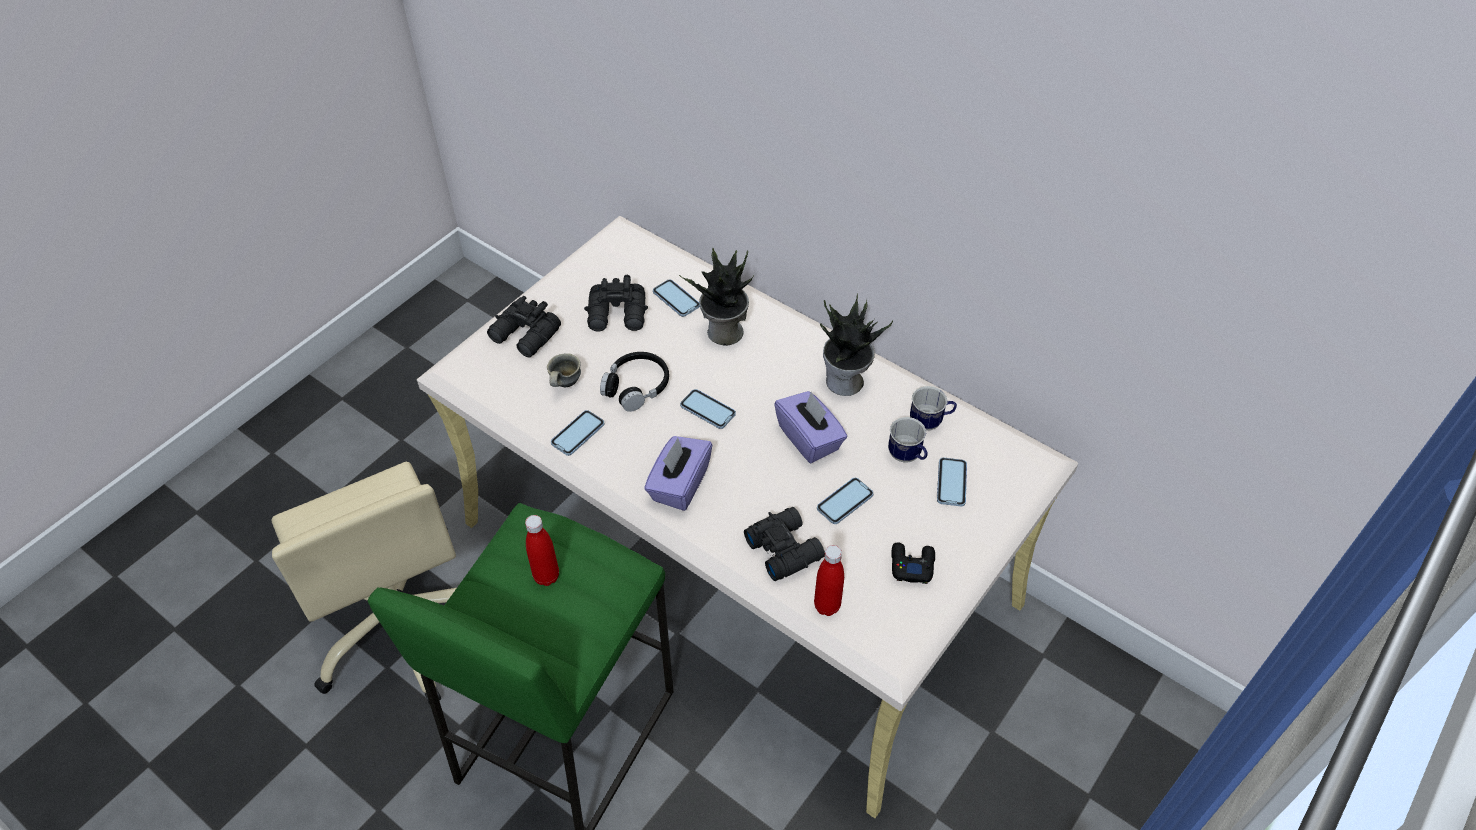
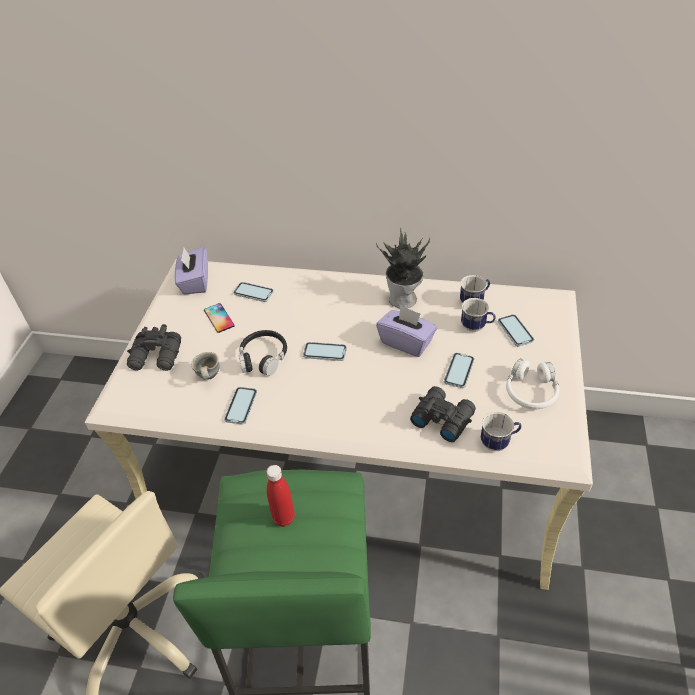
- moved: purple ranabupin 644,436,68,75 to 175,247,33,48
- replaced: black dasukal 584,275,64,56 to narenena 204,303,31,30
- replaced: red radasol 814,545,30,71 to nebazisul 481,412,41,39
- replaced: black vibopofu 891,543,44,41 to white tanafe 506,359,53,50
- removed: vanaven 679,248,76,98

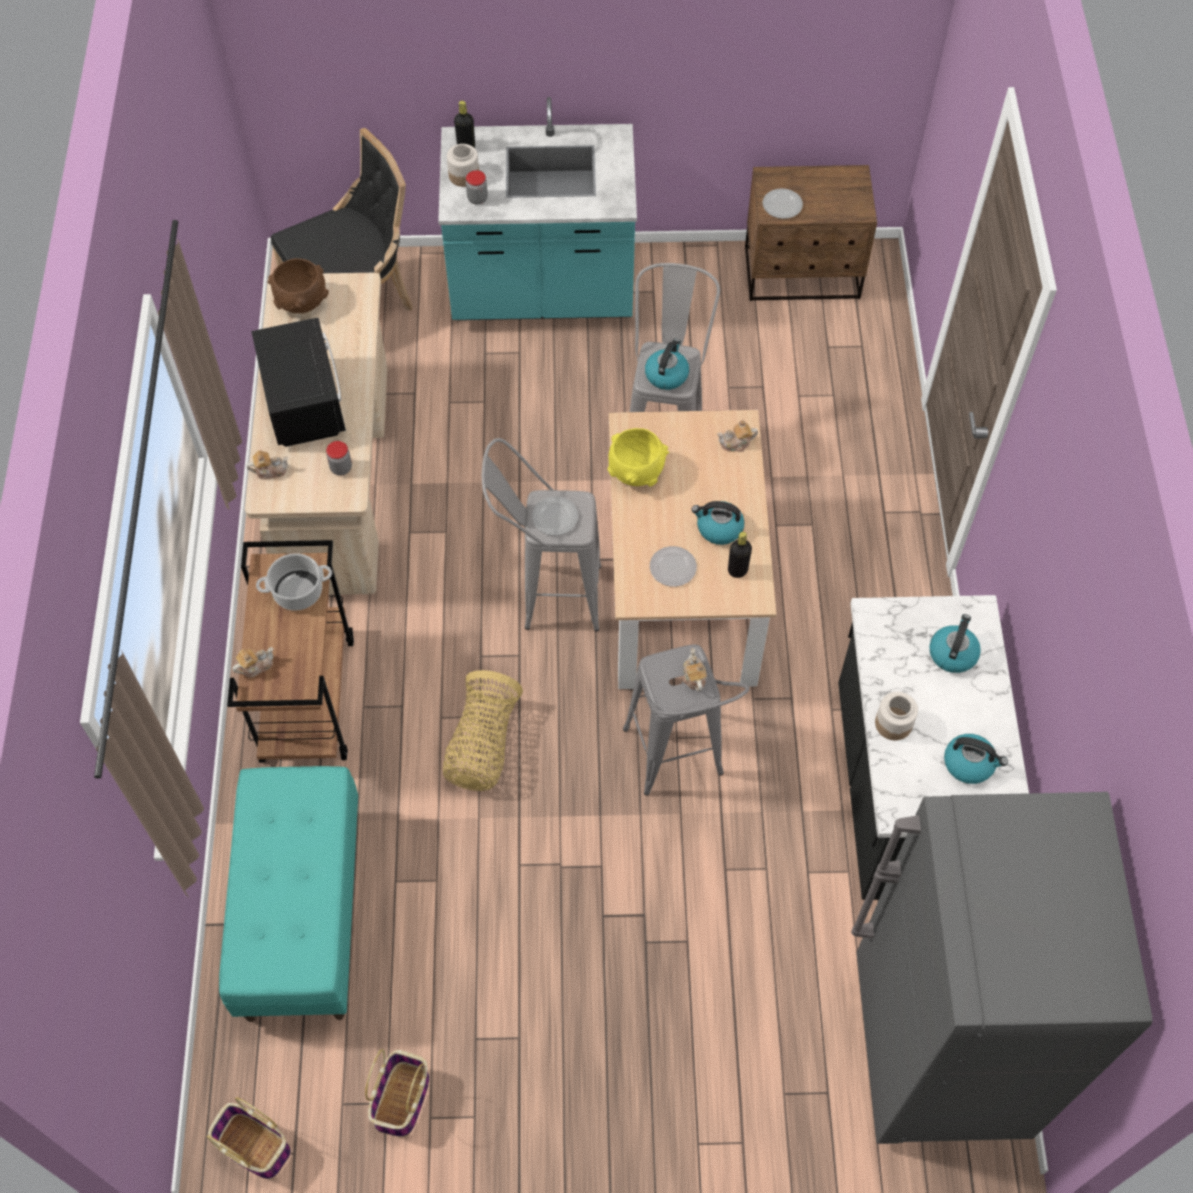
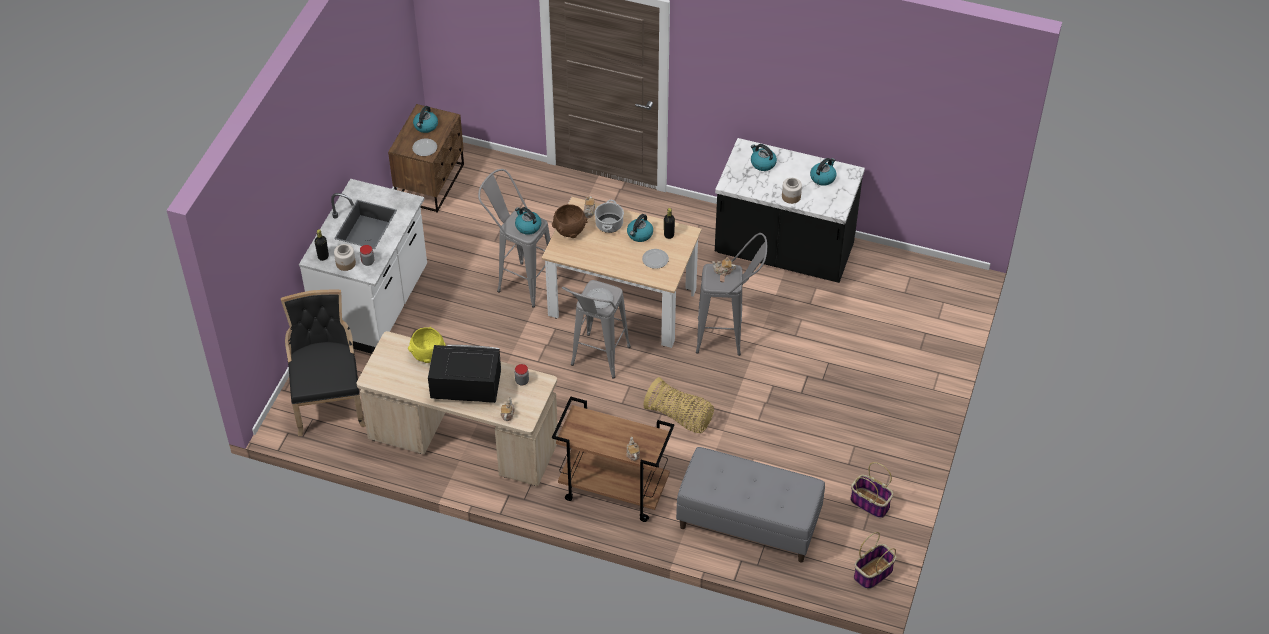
- recoloured: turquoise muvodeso 438,97,199,223 to white muvodeso 299,179,128,175
- moved: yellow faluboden 607,428,62,59 to 408,327,37,36
- added: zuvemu 413,106,25,27
- moved: brown faluboden 268,258,61,56 to 552,204,36,34
- moved: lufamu 256,553,76,58 to 595,200,29,33
- recoloured: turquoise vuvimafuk 219,766,139,256 to grey vuvimafuk 676,447,149,116
- removed: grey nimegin 851,792,301,352

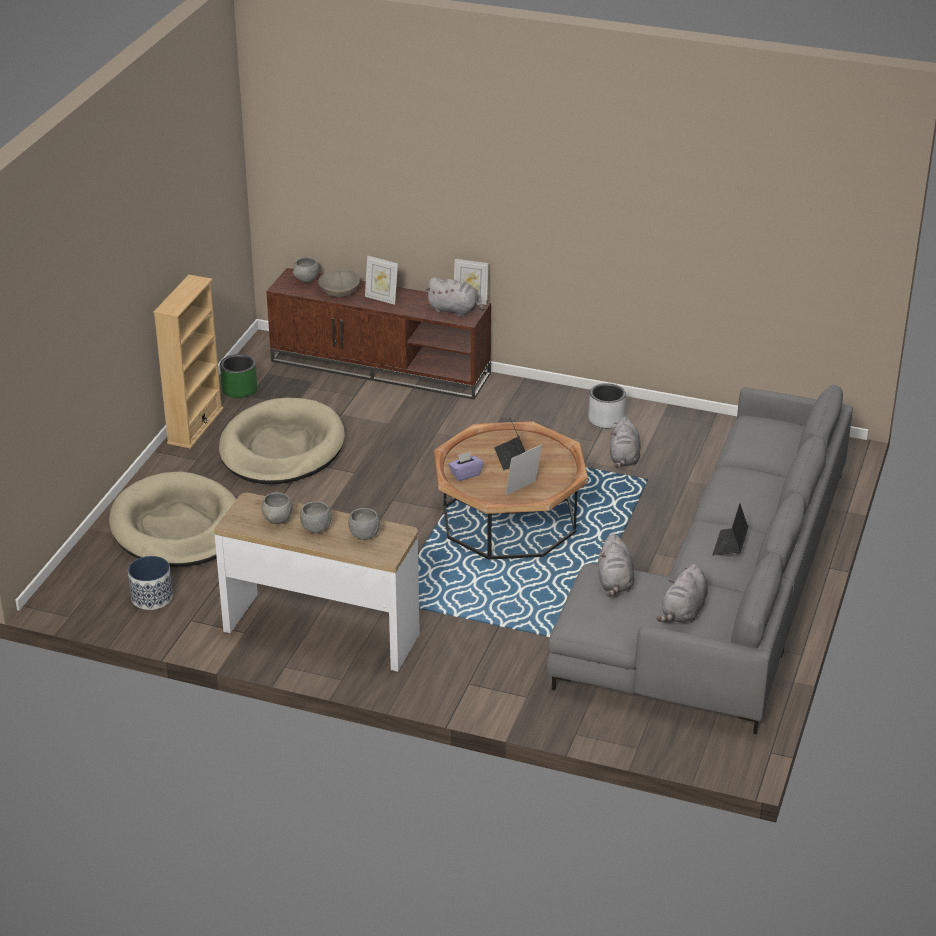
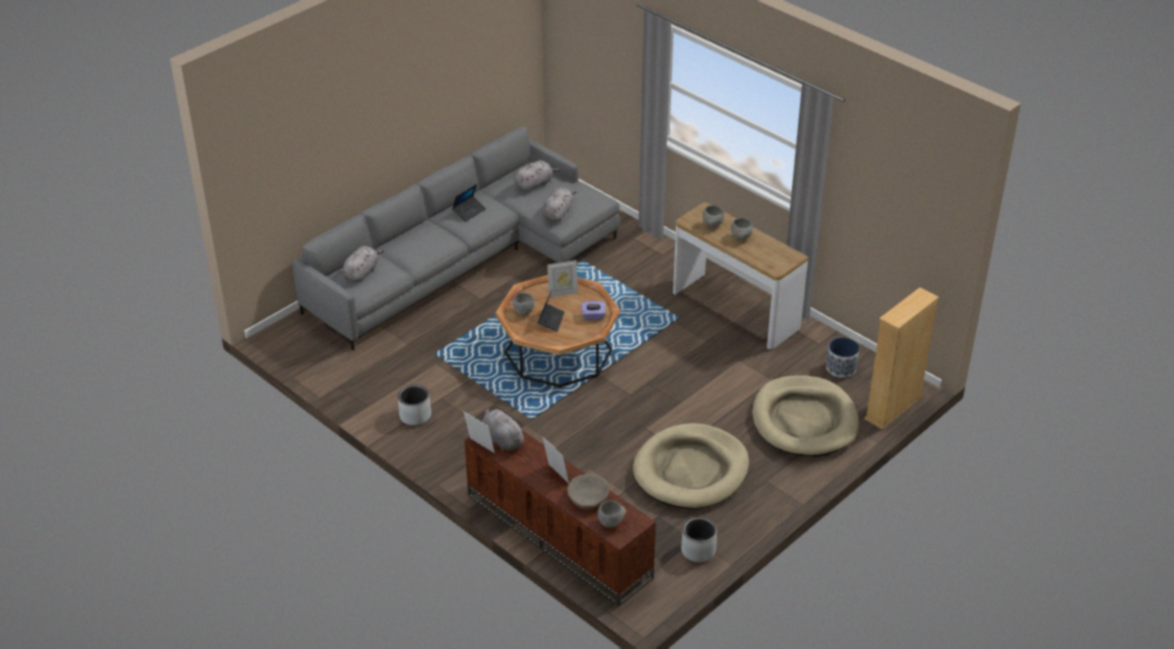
- moved: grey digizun 610,417,31,51 to 342,246,42,36
- moved: grey faluboden 261,492,32,32 to 513,292,22,23
- recoloured: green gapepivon 220,354,37,44 to grey gapepivon 681,517,36,45
- moved: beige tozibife 153,275,71,174 to 864,287,75,143

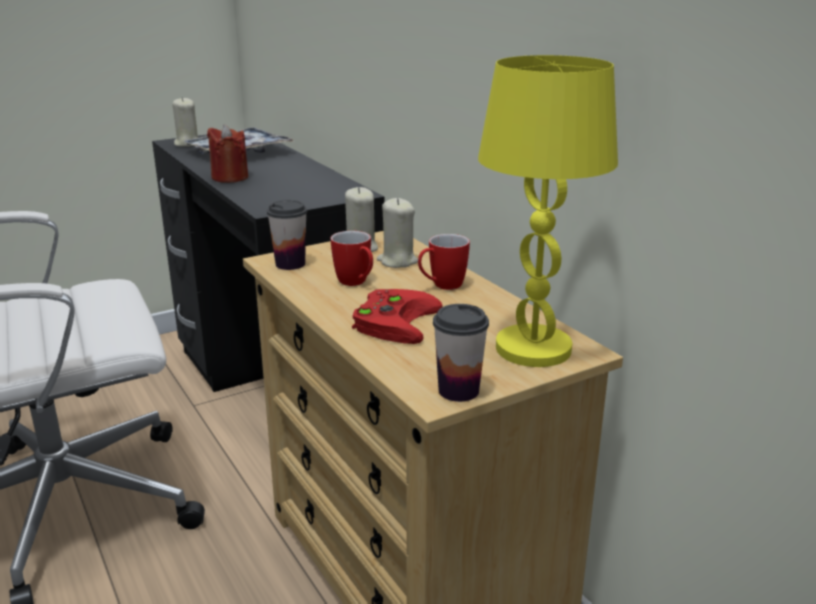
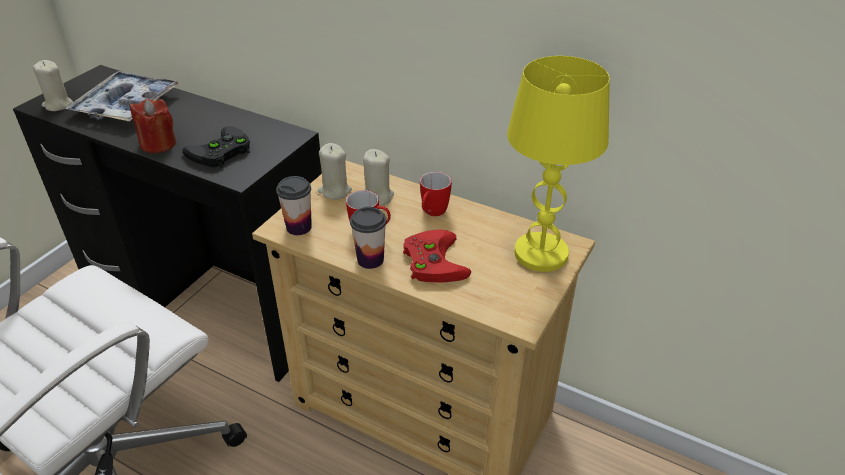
- added: black vibopofu 183,126,67,42
- moved: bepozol 433,304,56,98 to 350,207,37,62

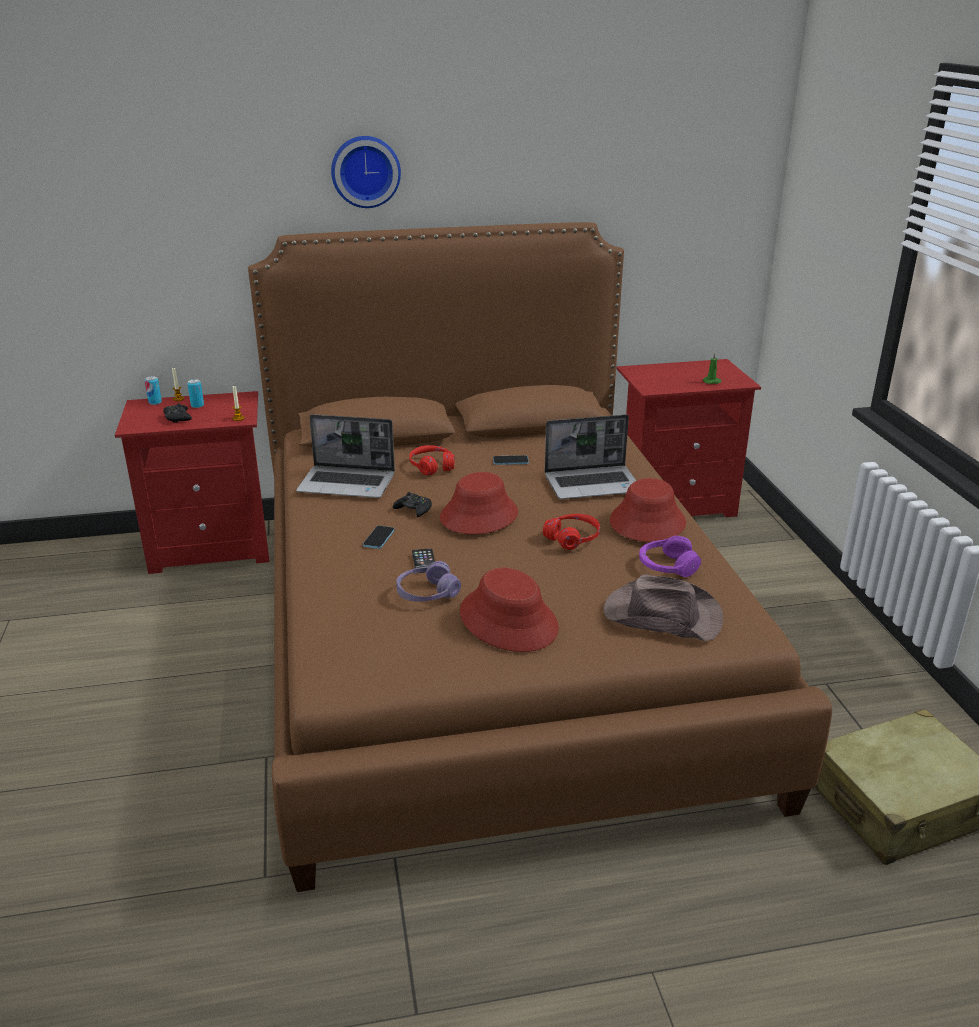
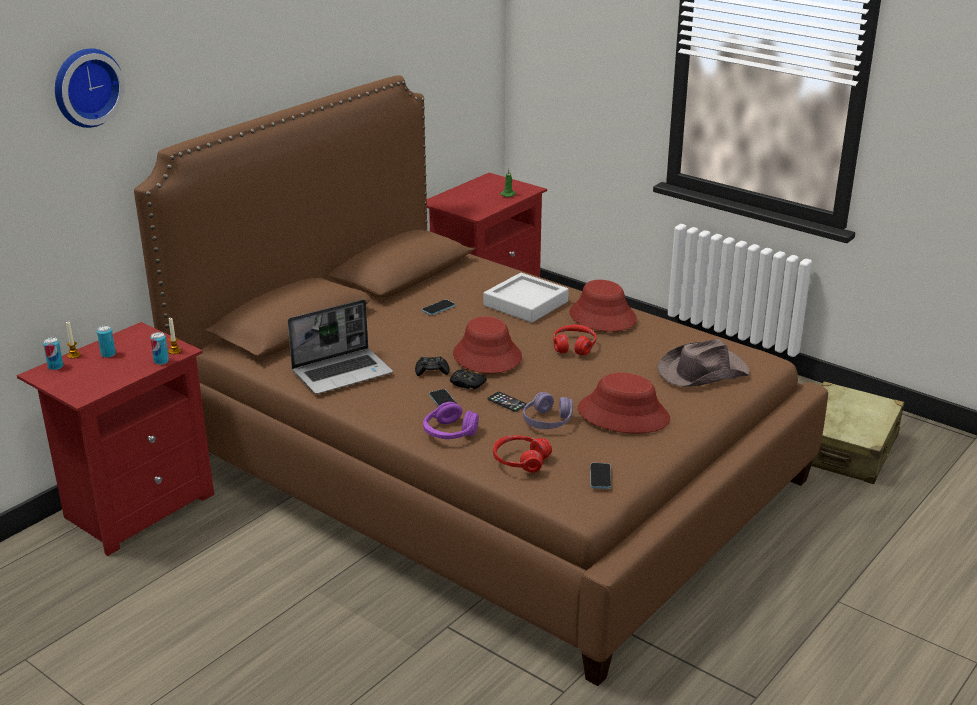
- moved: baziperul 331,136,70,72 to 55,48,70,80
- added: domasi 150,332,19,33
- moved: purple tanafe 639,536,62,41 to 423,402,56,37
- moved: black vibopofu 163,403,29,20 to 450,369,37,21
- replaced: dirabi 545,415,91,84 to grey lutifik 484,273,85,50
- moved: red tanafe 409,445,45,30 to 493,435,59,38
- added: narenena 590,463,21,26

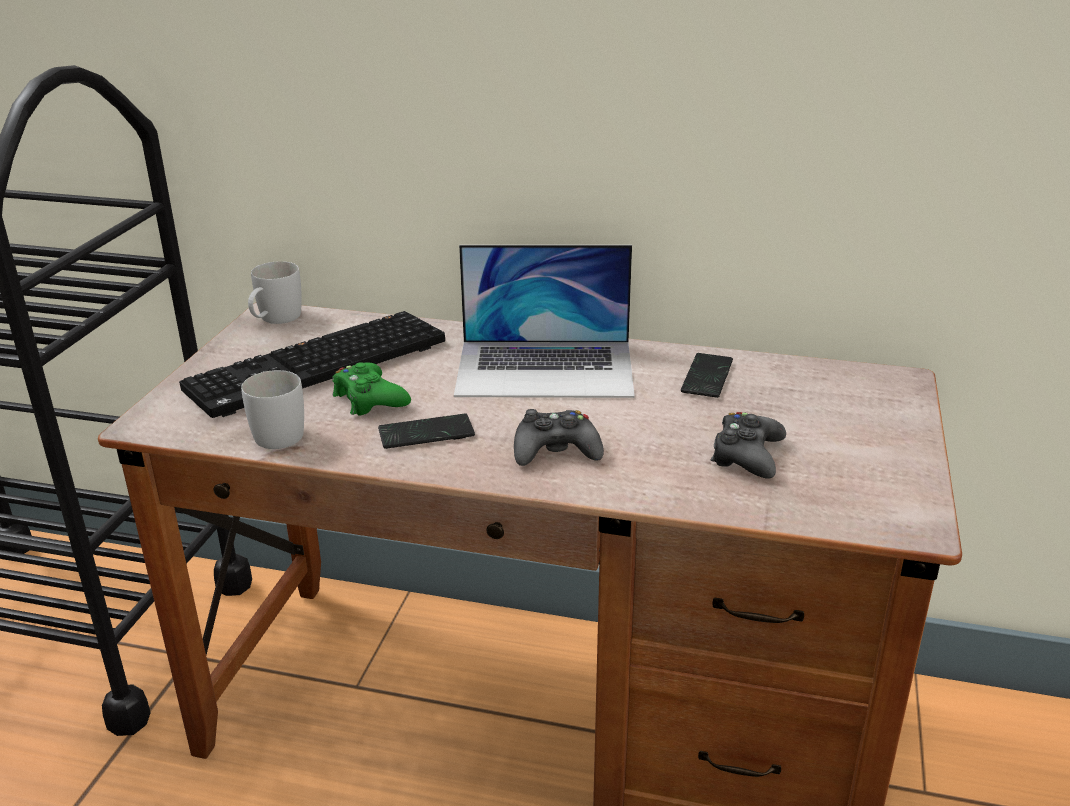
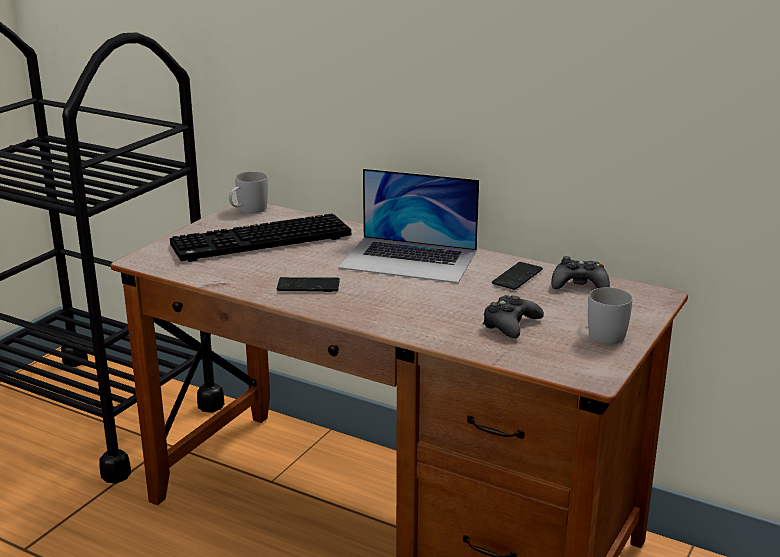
- moved: black vibopofu 514,409,90,57 to 551,256,59,33
- moved: white nebazisul 241,370,63,79 to 588,287,44,57
- removed: green vibopofu 332,362,79,54

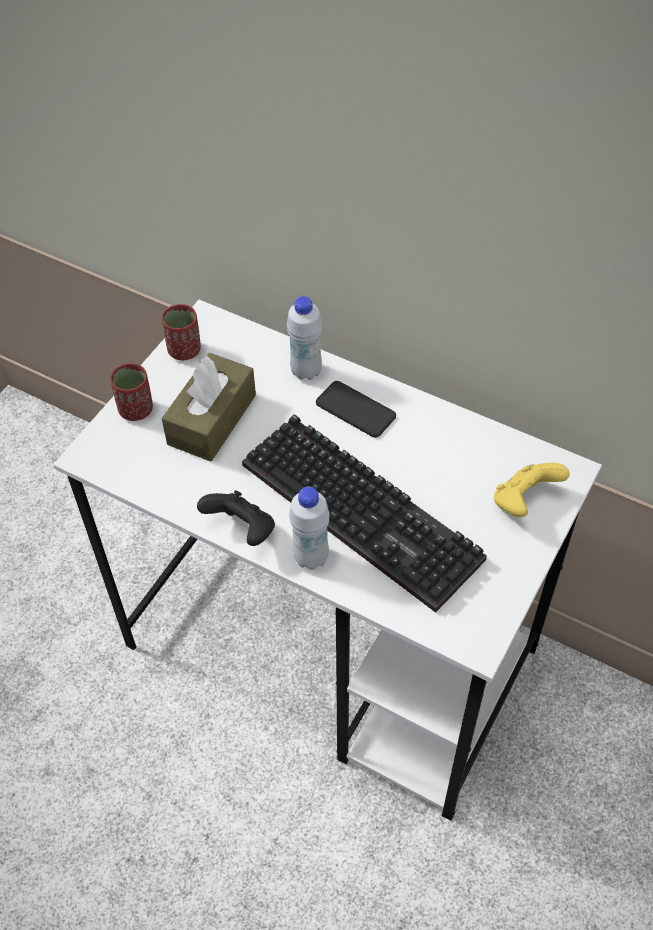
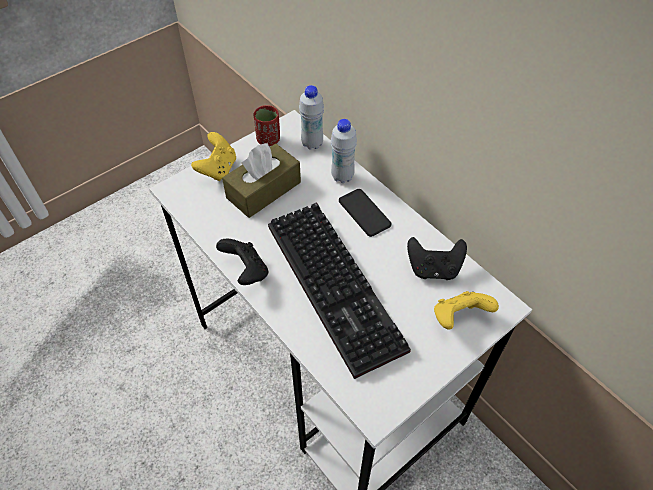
- replaced: red bepozol 110,363,43,58 to yellow vibopofu 191,132,45,49
- moved: white radasol 289,487,41,83 to 299,85,25,65
- added: black vibopofu 407,237,60,43

